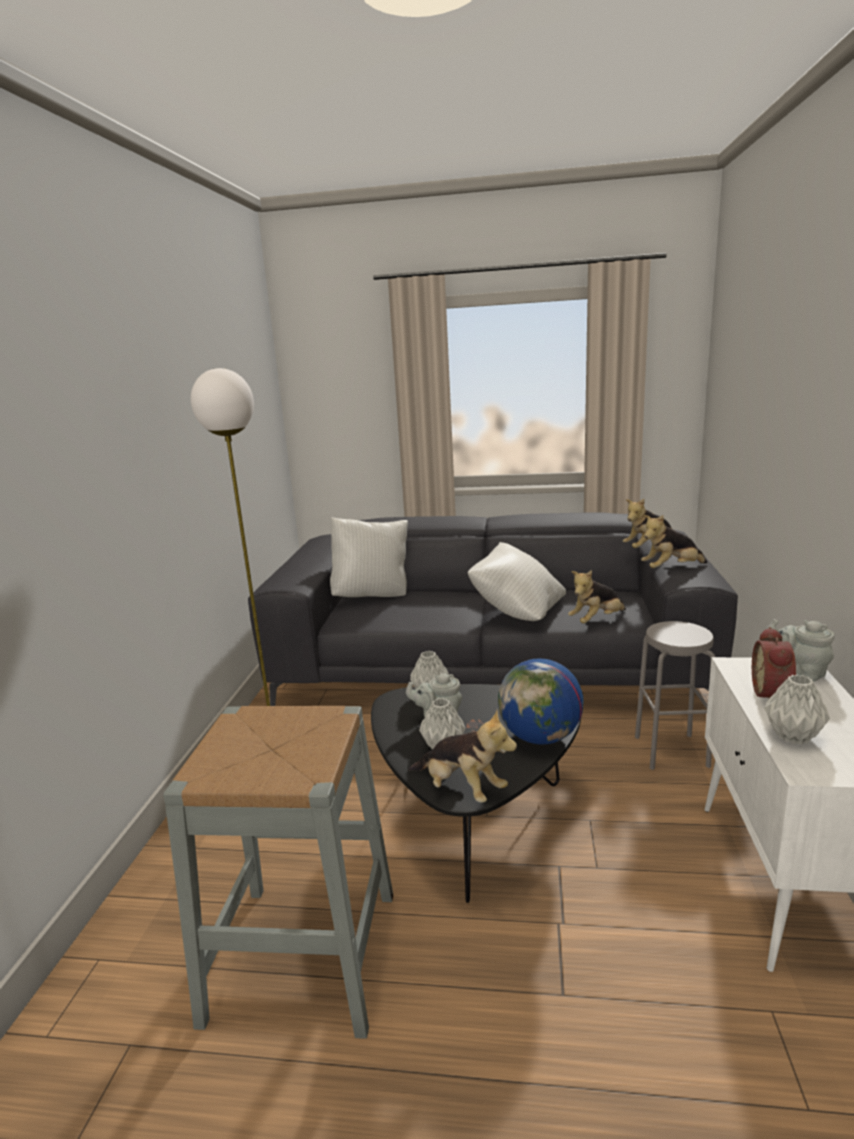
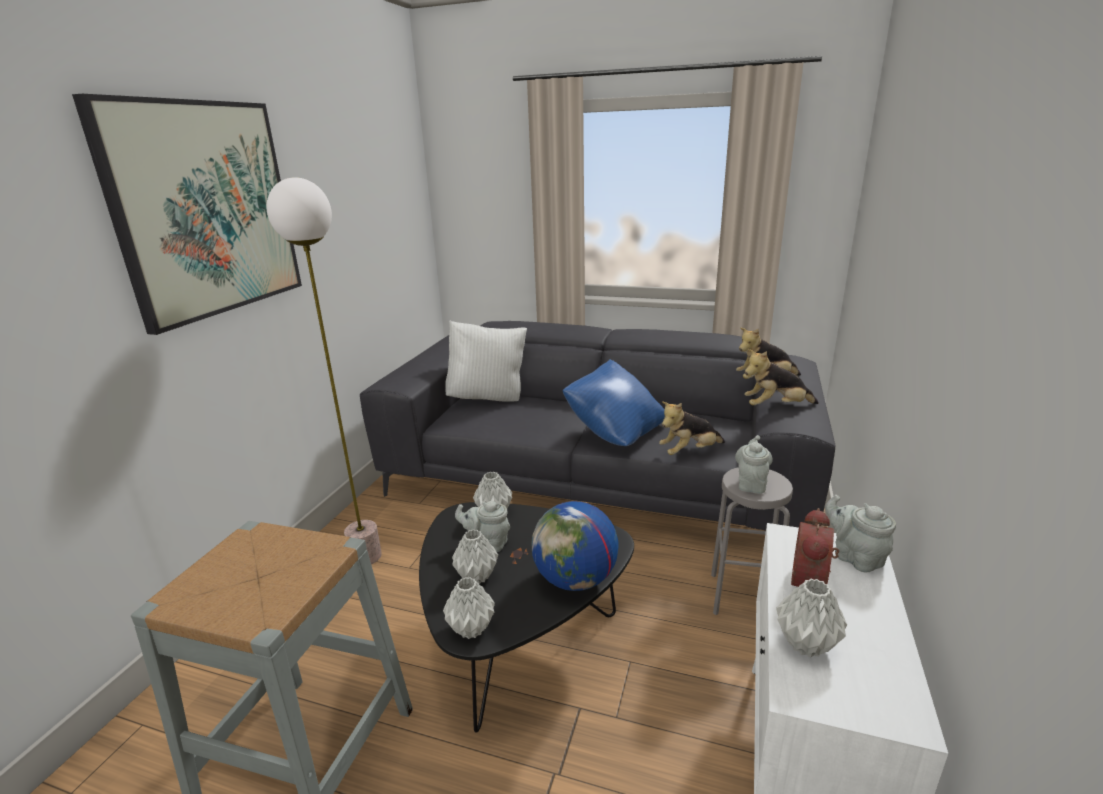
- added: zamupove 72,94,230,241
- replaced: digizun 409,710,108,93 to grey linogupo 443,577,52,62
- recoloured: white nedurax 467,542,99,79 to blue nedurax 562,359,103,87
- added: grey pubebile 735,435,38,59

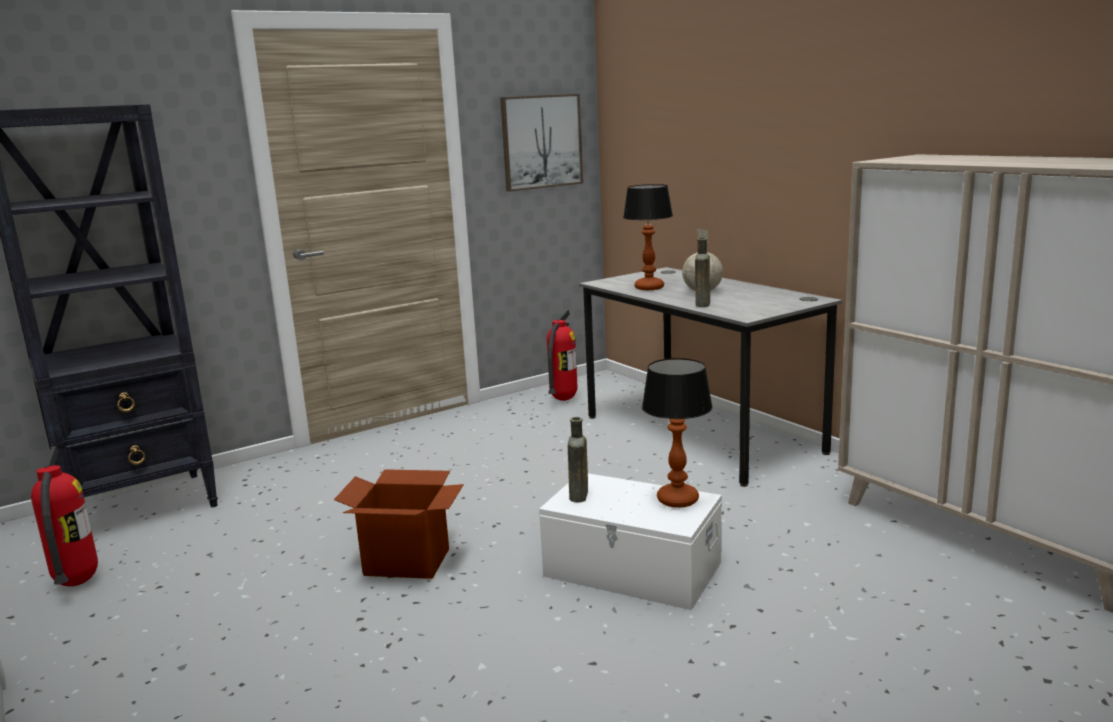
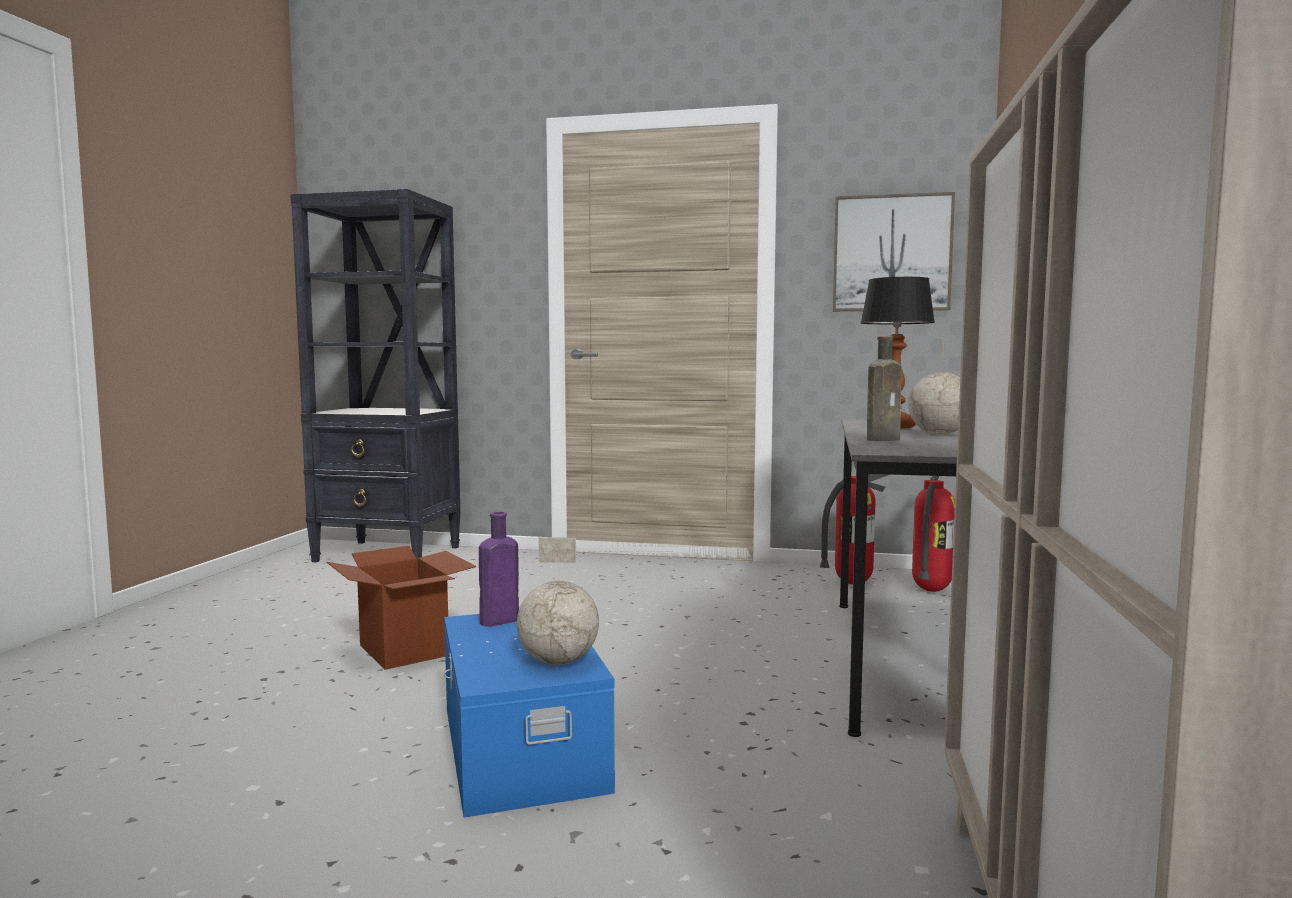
- recoloured: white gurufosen 539,473,183,137 to blue gurufosen 444,614,171,204
- recoloured: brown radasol 568,417,20,85 to purple radasol 479,512,40,115
- replaced: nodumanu 642,358,71,150 to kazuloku 517,537,82,128
- moved: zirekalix 31,446,67,140 to 912,476,43,116

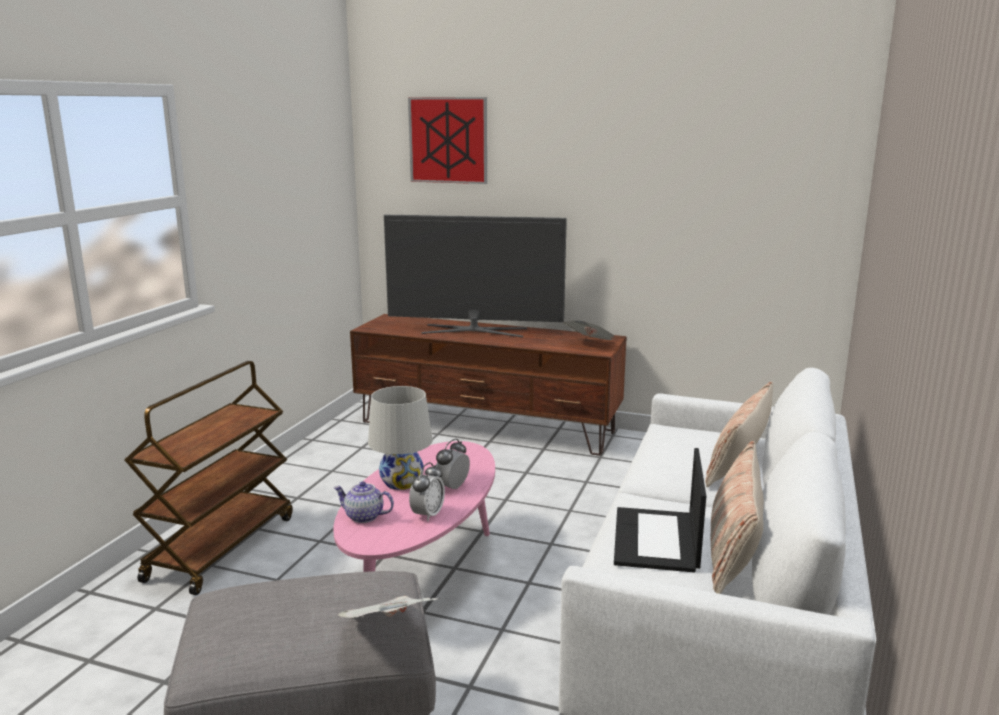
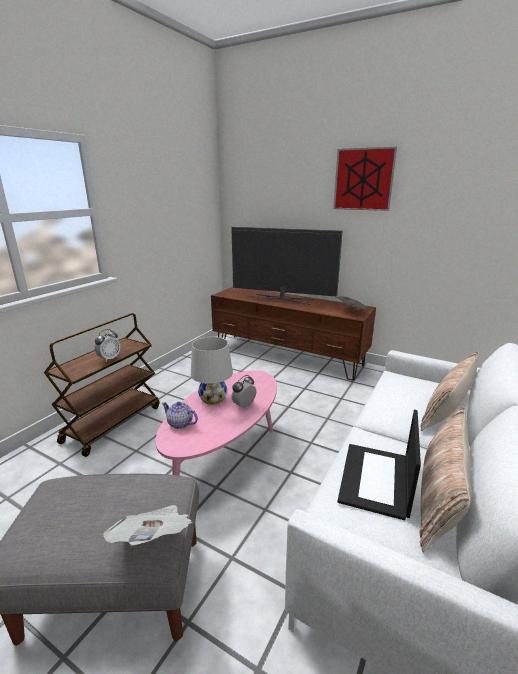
- moved: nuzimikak 409,462,36,59 to 94,329,26,32
- moved: zamupove 408,97,79,87 to 333,147,64,64

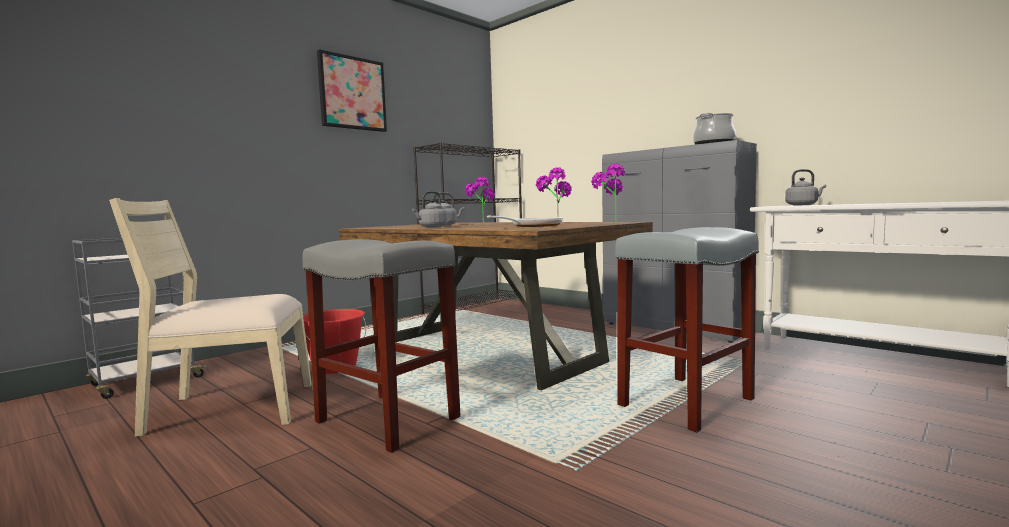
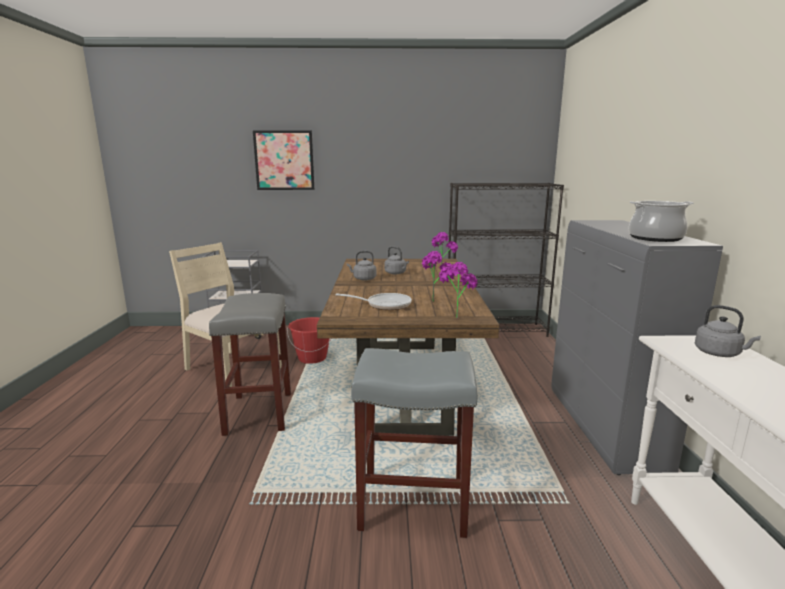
- moved: zamupove 317,49,70,83 to 253,130,61,60

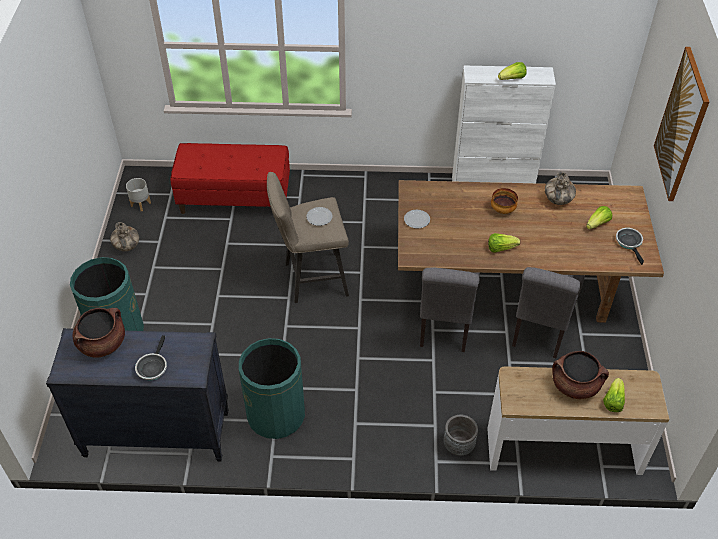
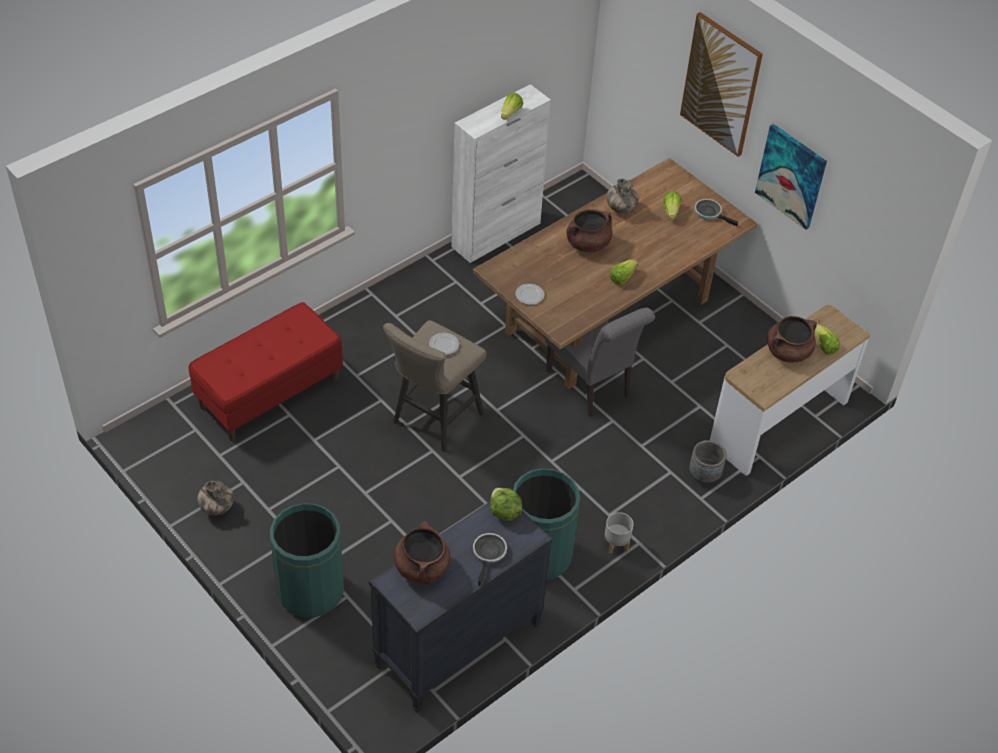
- turned: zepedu 135,335,32,45 = 473,533,34,53 135 degrees counterclockwise
- added: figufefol 490,488,33,33
- replaced: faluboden 491,188,27,26 to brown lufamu 566,209,46,43
- moved: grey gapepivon 126,178,25,33 to 604,512,29,42
- added: zamupove 755,124,72,106
- removed: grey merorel 512,267,73,91

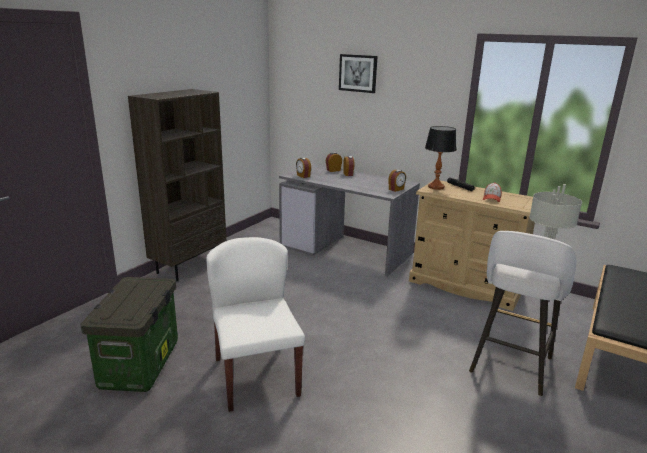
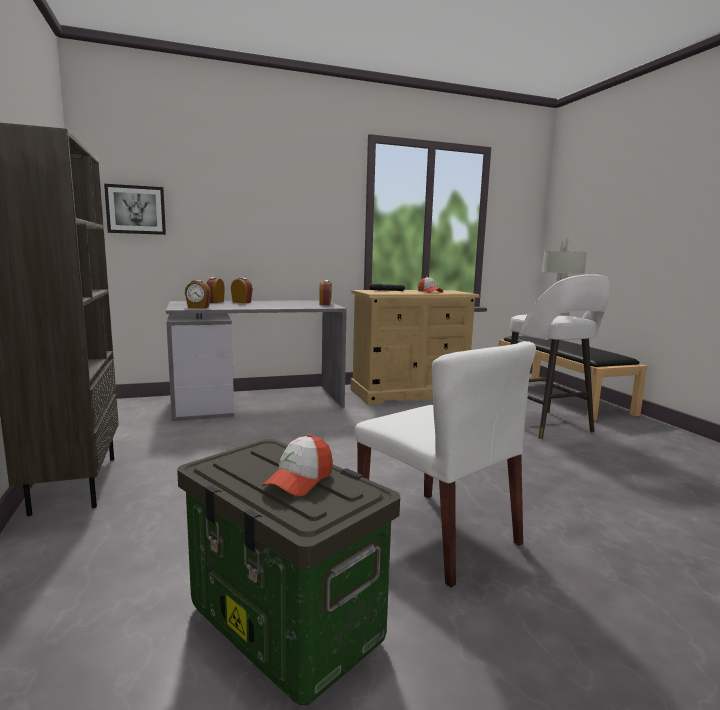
- moved: zamupove 339,54,39,39 to 104,184,62,51
- added: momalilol 262,434,71,62
- turned: white merorel 206,237,99,175 = 355,341,181,246 150 degrees counterclockwise
- removed: nodumanu 425,126,32,64

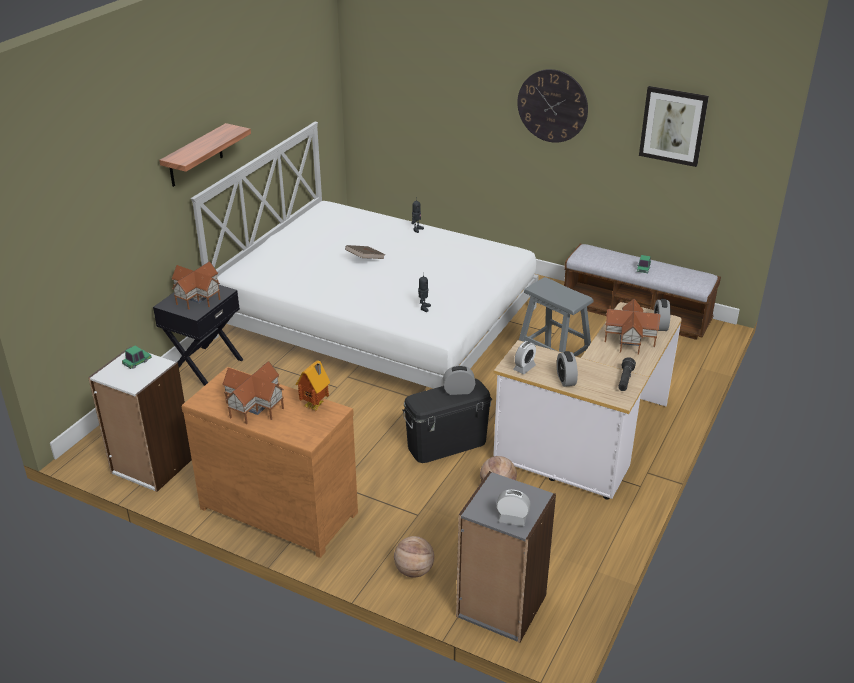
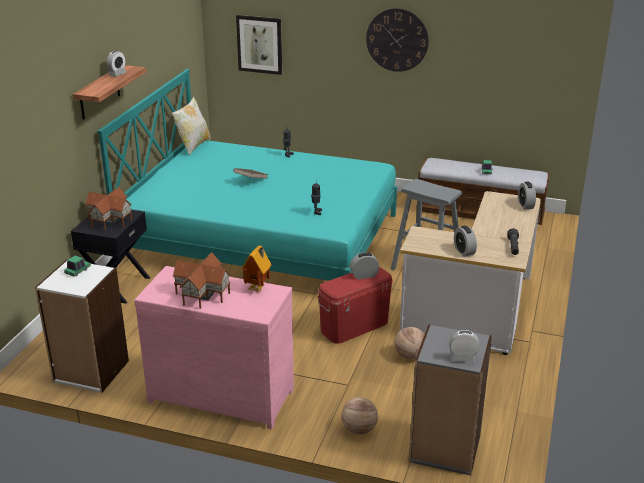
- recoloured: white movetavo 191,122,348,267 to turquoise movetavo 97,69,300,212
- moved: nuzimikak 513,341,23,33 to 107,51,20,26
- recoloured: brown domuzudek 182,367,176,191 to pink domuzudek 134,266,160,163
- added: nedurax 172,97,39,59
- moved: zamupove 639,86,70,81 to 236,15,46,60
- recoloured: black gurufosen 402,379,90,84 to red gurufosen 317,267,76,77
- removed: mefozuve 605,299,55,55

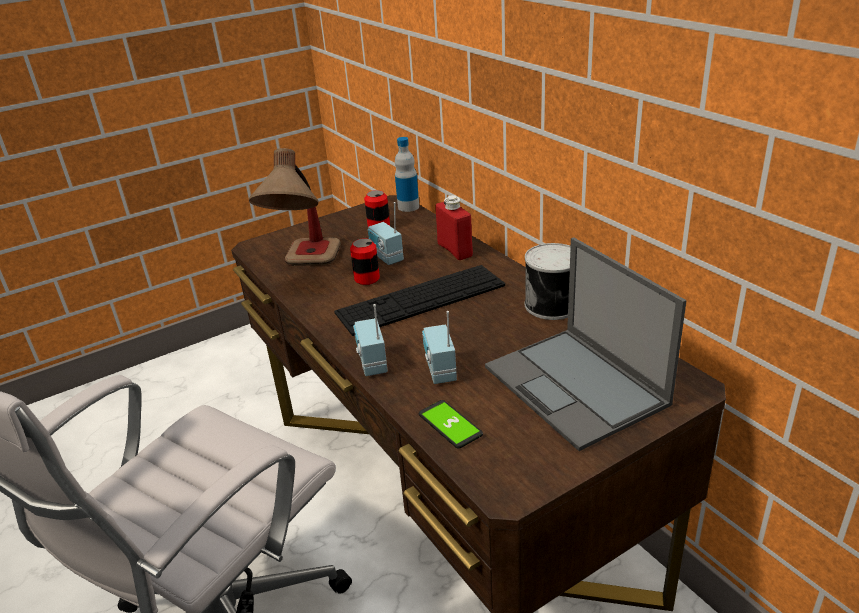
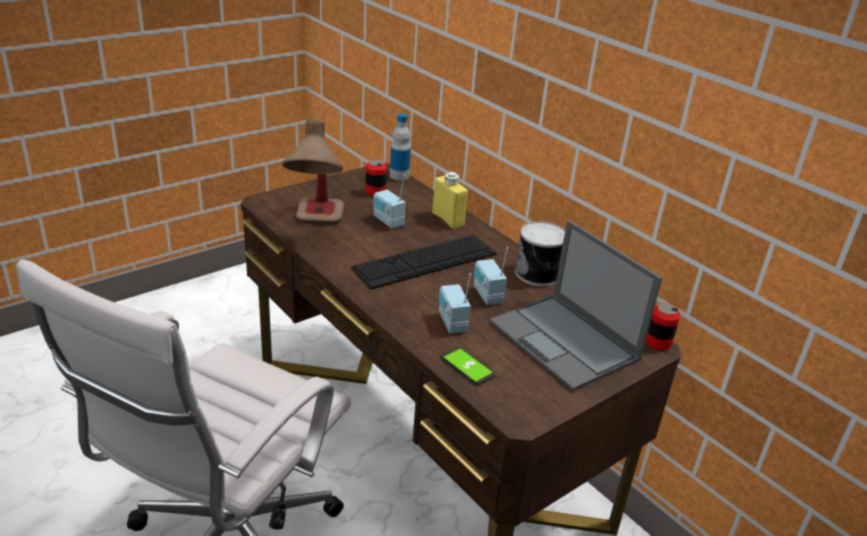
- recoloured: red radasol 435,195,38,65 to yellow radasol 432,172,36,57
- moved: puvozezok 353,304,35,72 to 474,247,34,58
- moved: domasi 350,238,30,47 to 646,303,34,48

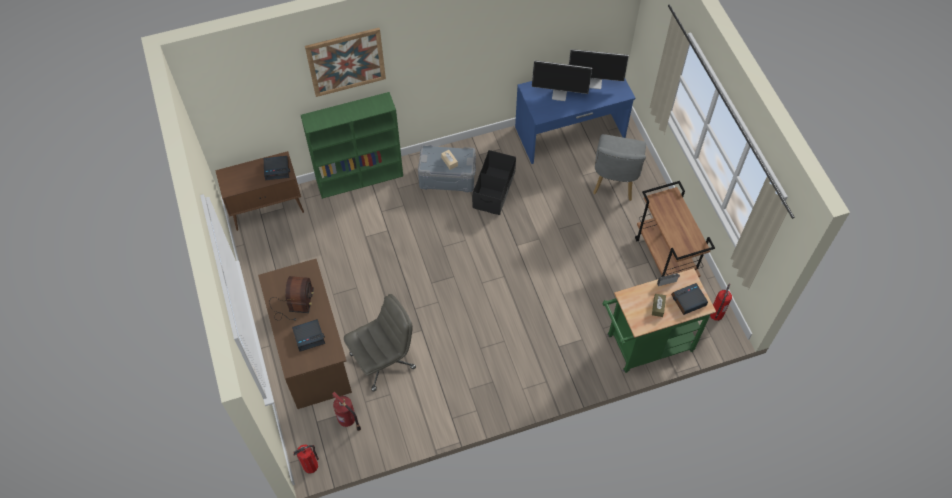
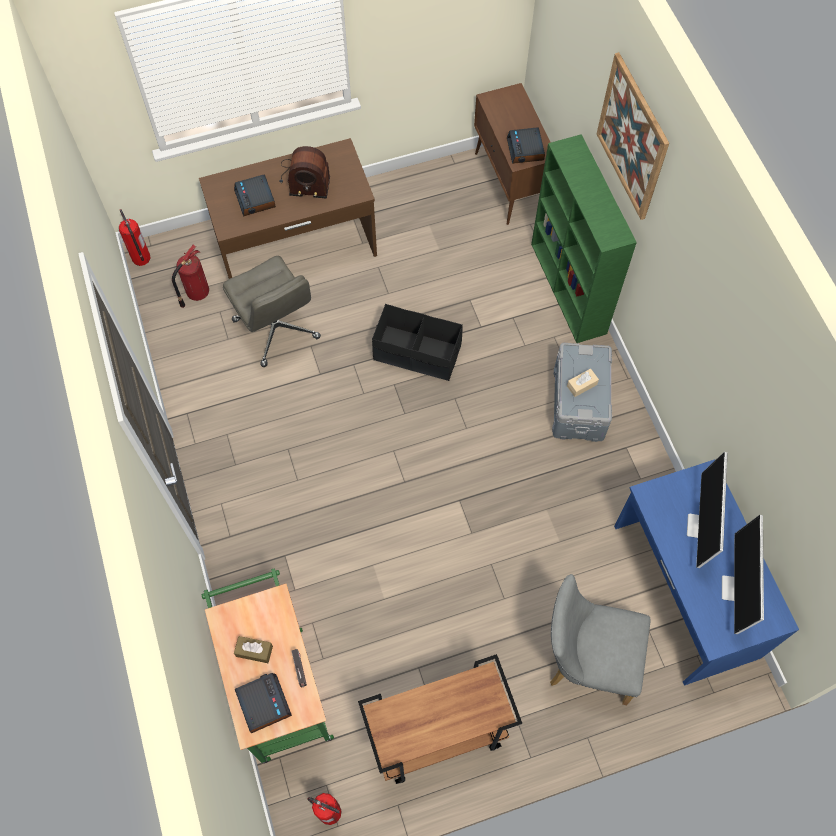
- moved: black gurufosen 472,150,44,65 to 372,304,91,77

